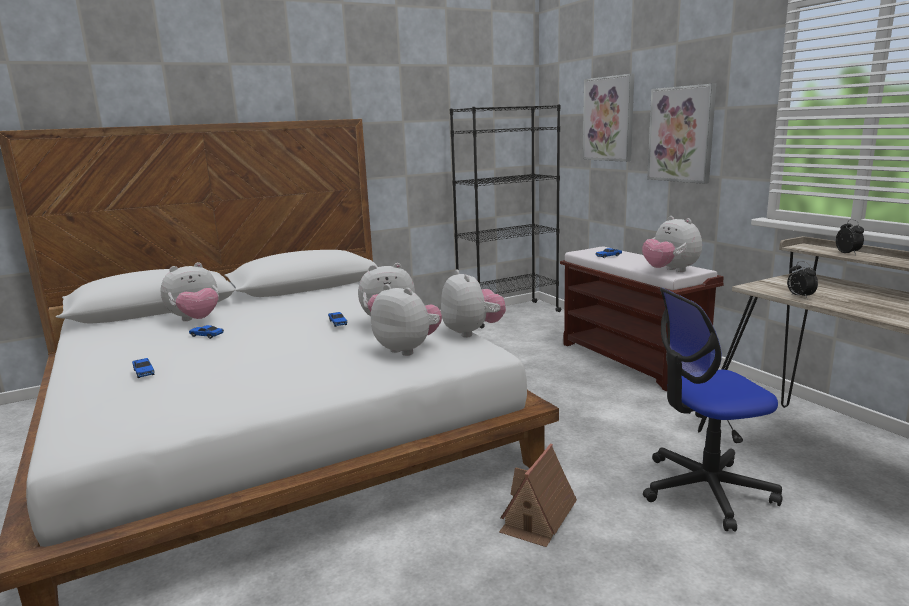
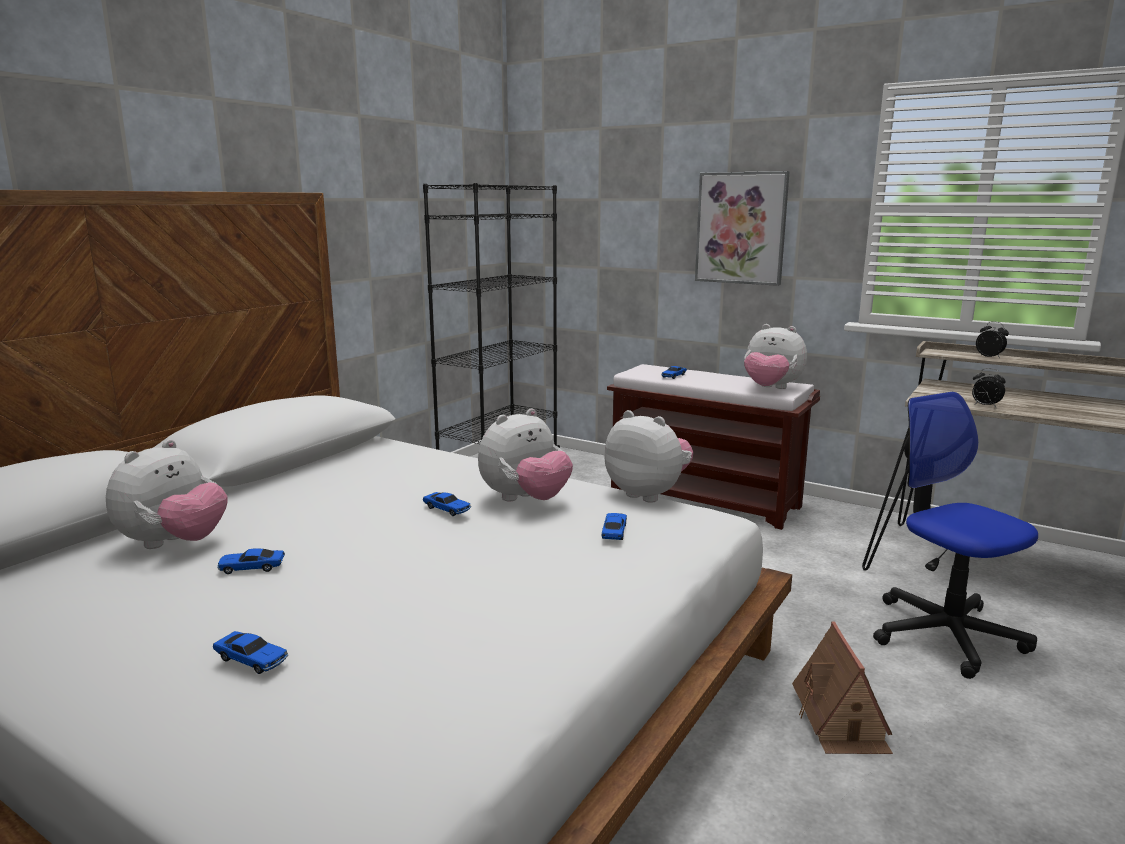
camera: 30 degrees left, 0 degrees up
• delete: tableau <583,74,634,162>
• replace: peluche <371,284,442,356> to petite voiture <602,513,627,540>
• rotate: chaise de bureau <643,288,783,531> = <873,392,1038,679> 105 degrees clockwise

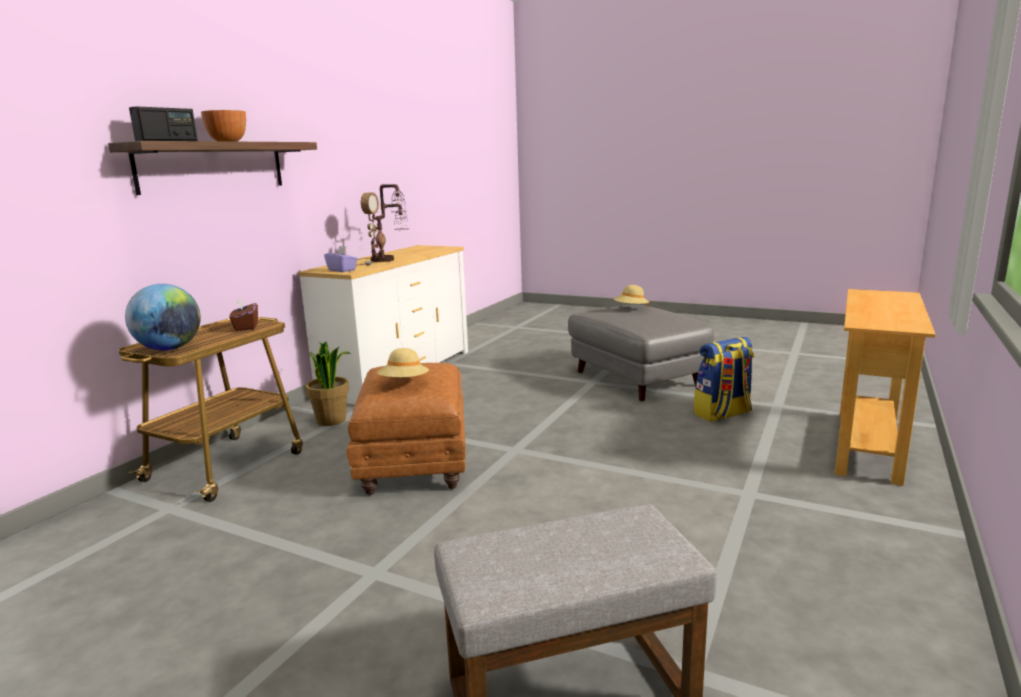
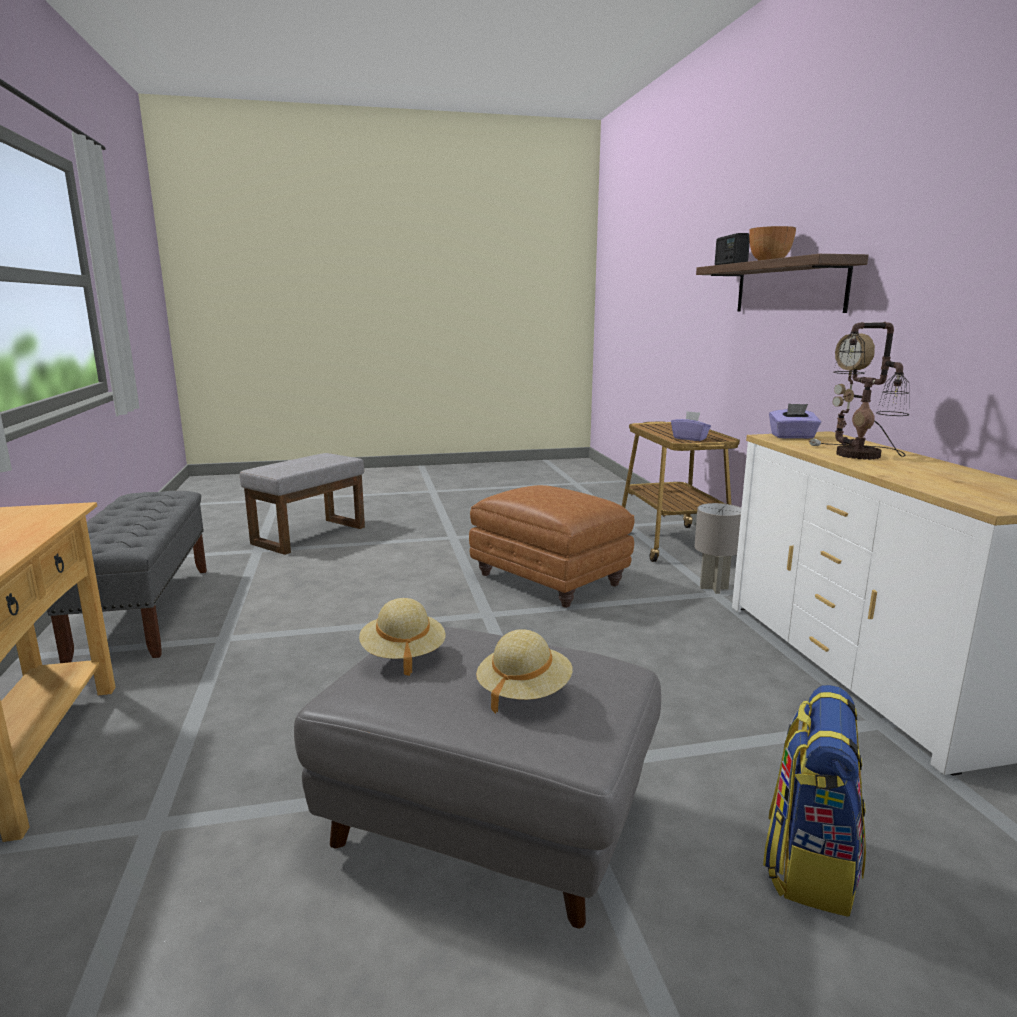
camera: 140 degrees right, 0 degrees up
• delete: globe <125,284,201,351>
• recolor: boîte à mouchoirs/marron <229,298,258,331> to boîte à mouchoirs/violet <671,411,711,441>
• move: sac à dos <694,337,754,422> to <763,685,866,917>
• replace: plante en pot <305,342,351,426> to lampe de table/gris <695,503,741,594>
• move: chapeau/beige <377,348,429,377> to <359,598,445,676>
• insert: banc/gris <47,491,207,663>

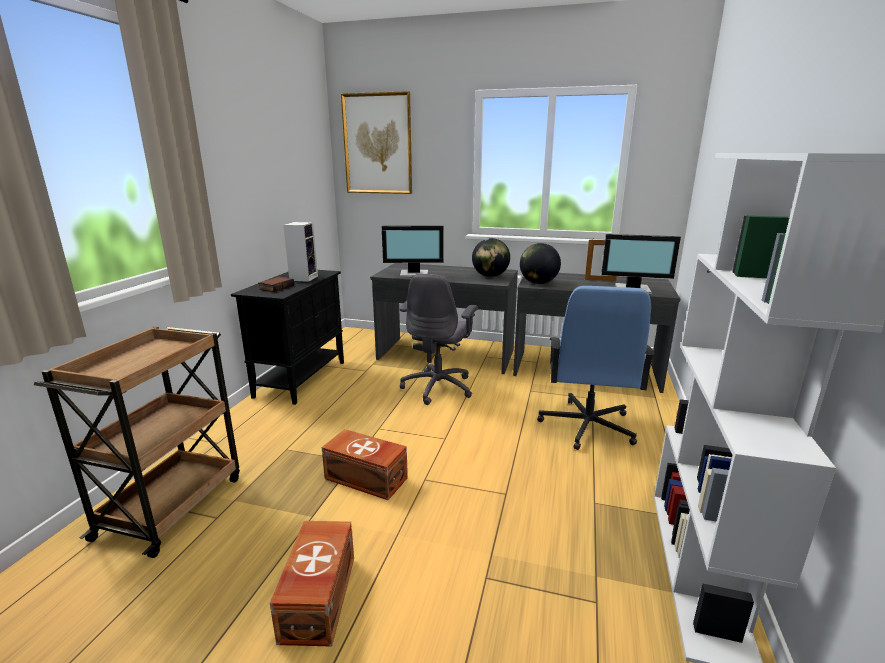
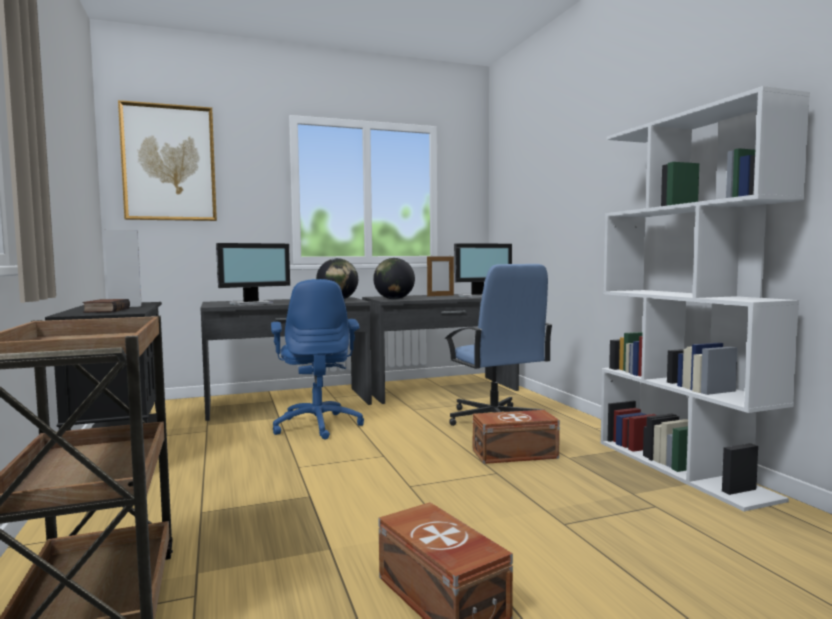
camera: 35 degrees left, 15 degrees down
• recolor: chaise de bureau/gris <400,274,478,405> to chaise de bureau/bleu <271,279,364,439>
• move: boîte de rangement/marron <322,429,408,500> to <473,410,560,464>

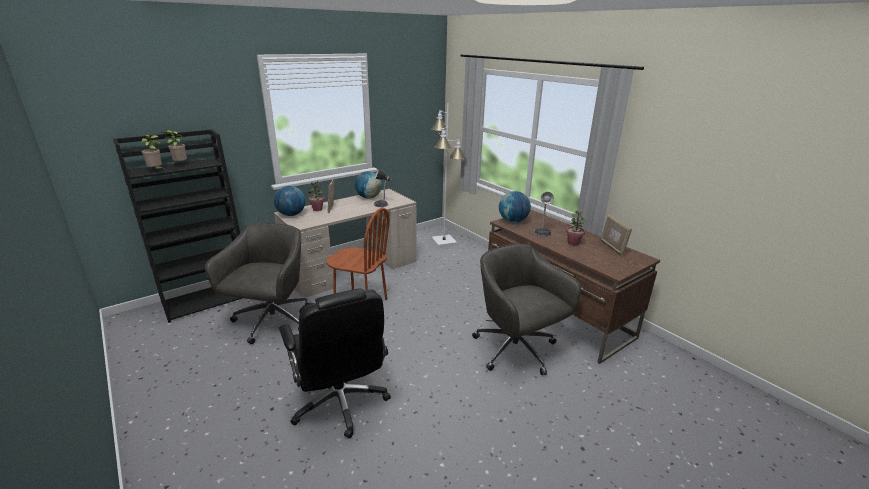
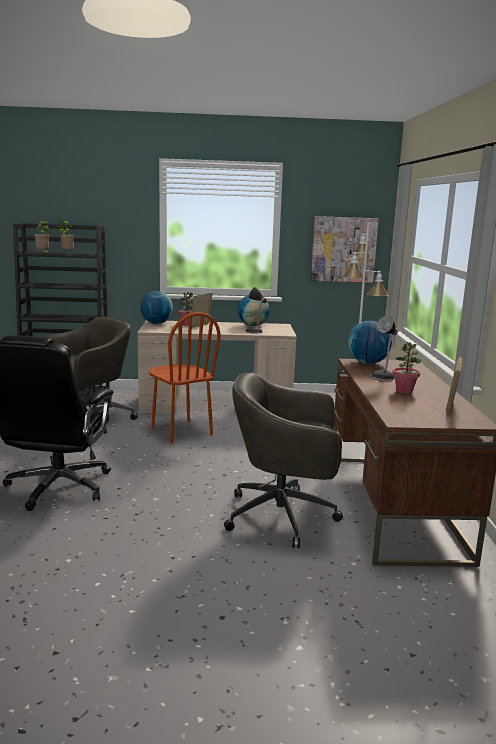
camera: 35 degrees right, 10 degrees down
• rotate: chaise de bureau/gris <472,244,581,375> = <224,373,343,548> 90 degrees counterclockwise
• insert: tableau <311,216,379,283>

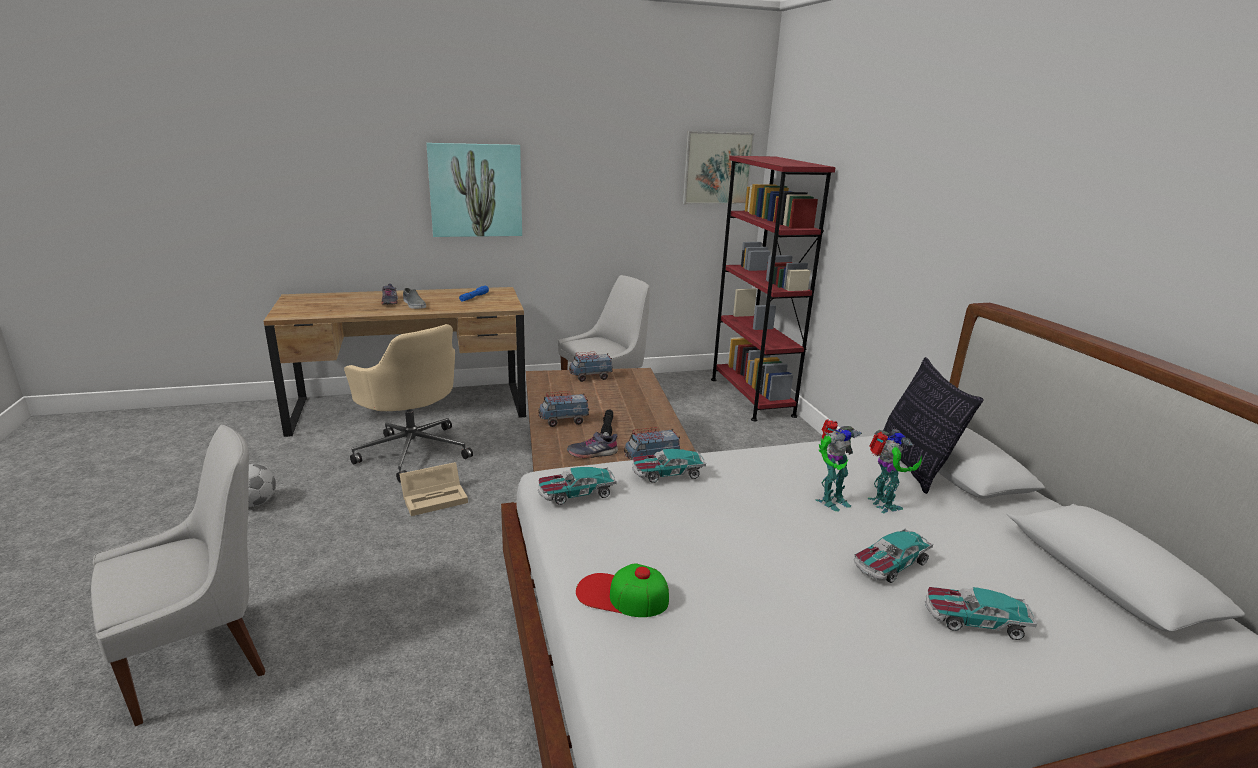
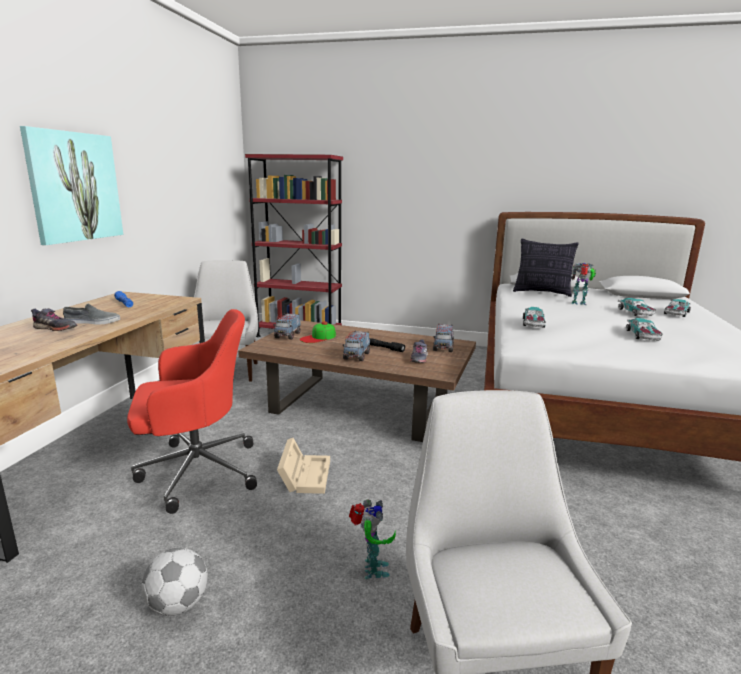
camera: 60 degrees left, 5 degrees down
• delete: tableau <683,131,755,204>
• recolor: chaise de bureau/beige <344,324,473,483> to chaise de bureau/rouge <127,309,257,514>
• move: robot jouet <815,419,862,511> to <349,499,396,579>
• move: petite voiture <538,467,617,505> to <626,318,663,341>
• move: casquette <576,563,669,617> to <300,322,336,343>

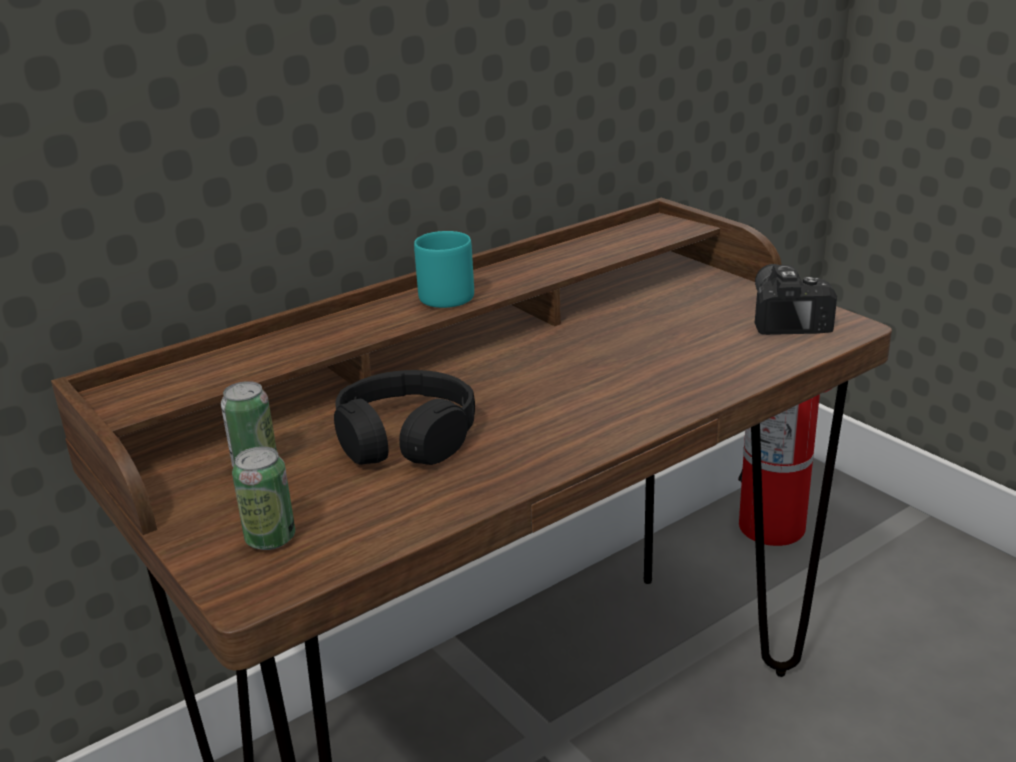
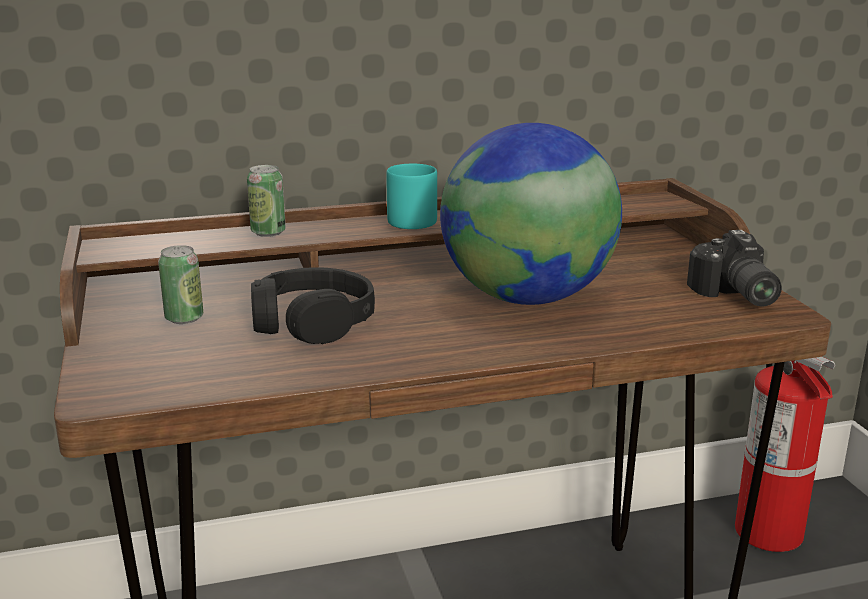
camera: 20 degrees right, 5 degrees down
• rotate: appareil photo <755,264,837,335> = <687,230,782,307> 150 degrees clockwise
• move: boîte métallique <232,446,295,550> to <247,165,286,237>
• insert: globe <440,123,622,305>

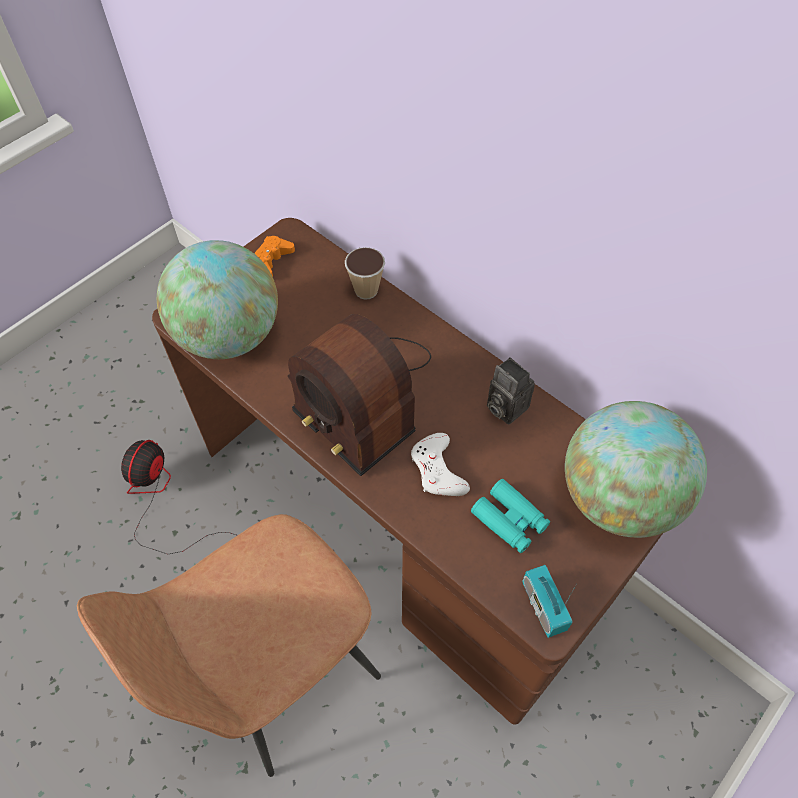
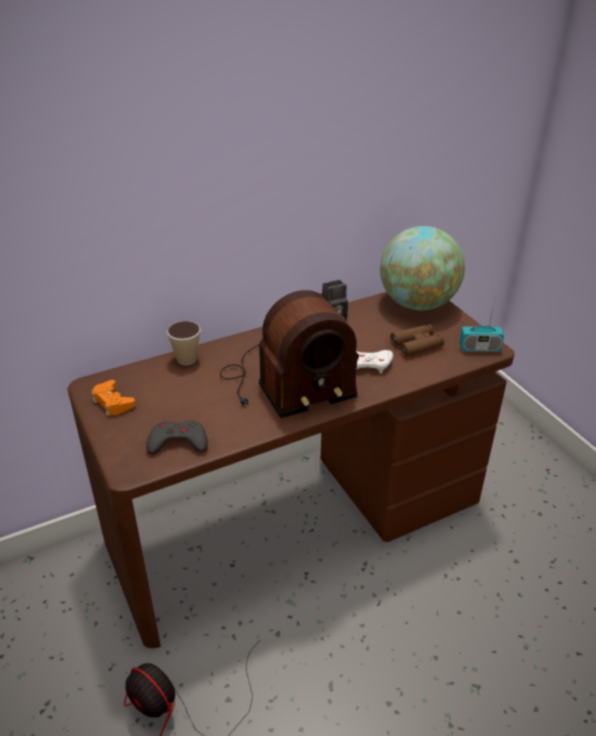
camera: 70 degrees left, 20 degrees down
• replace: globe <157,240,278,359> to manette/gris <146,420,208,455>
• recolor: jumelles/turquoise <471,479,550,553> to jumelles/marron <390,324,444,357>
• delete: chaise/marron <77,514,381,777>

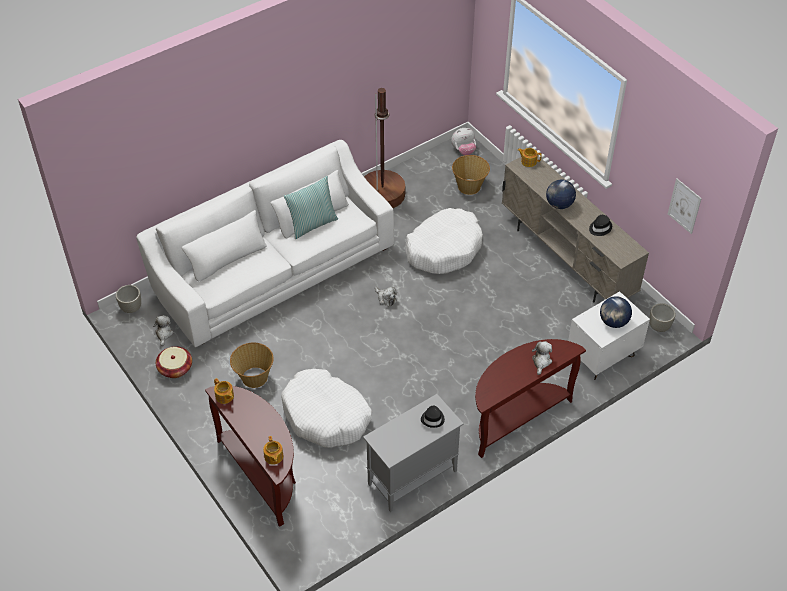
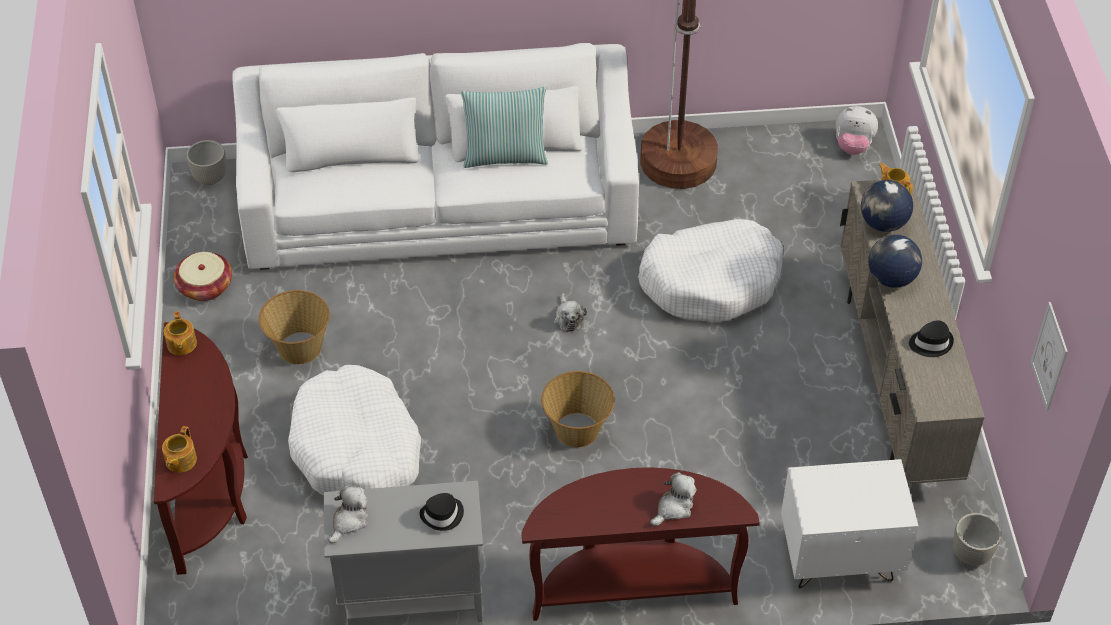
camera: 30 degrees right, 0 degrees up
• move: panier <452,155,490,195> to <541,371,615,448>
• move: globe <600,296,632,328> to <861,180,913,232>
• move: peluche <153,315,174,346> to <328,485,368,543>

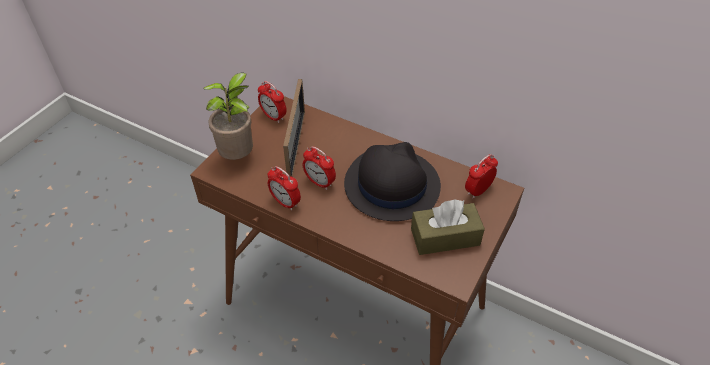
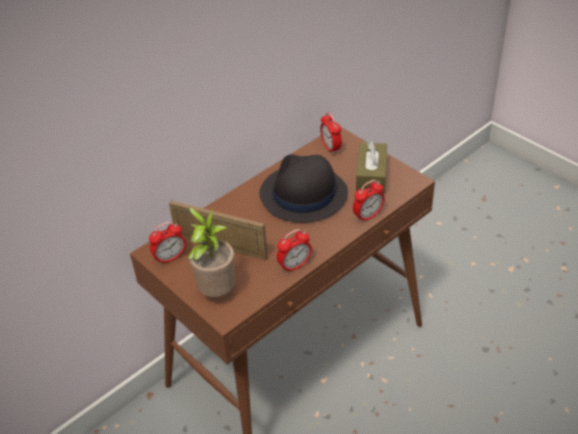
camera: 70 degrees left, 5 degrees down
• move: réveil <303,146,336,190> to <353,180,385,223>

